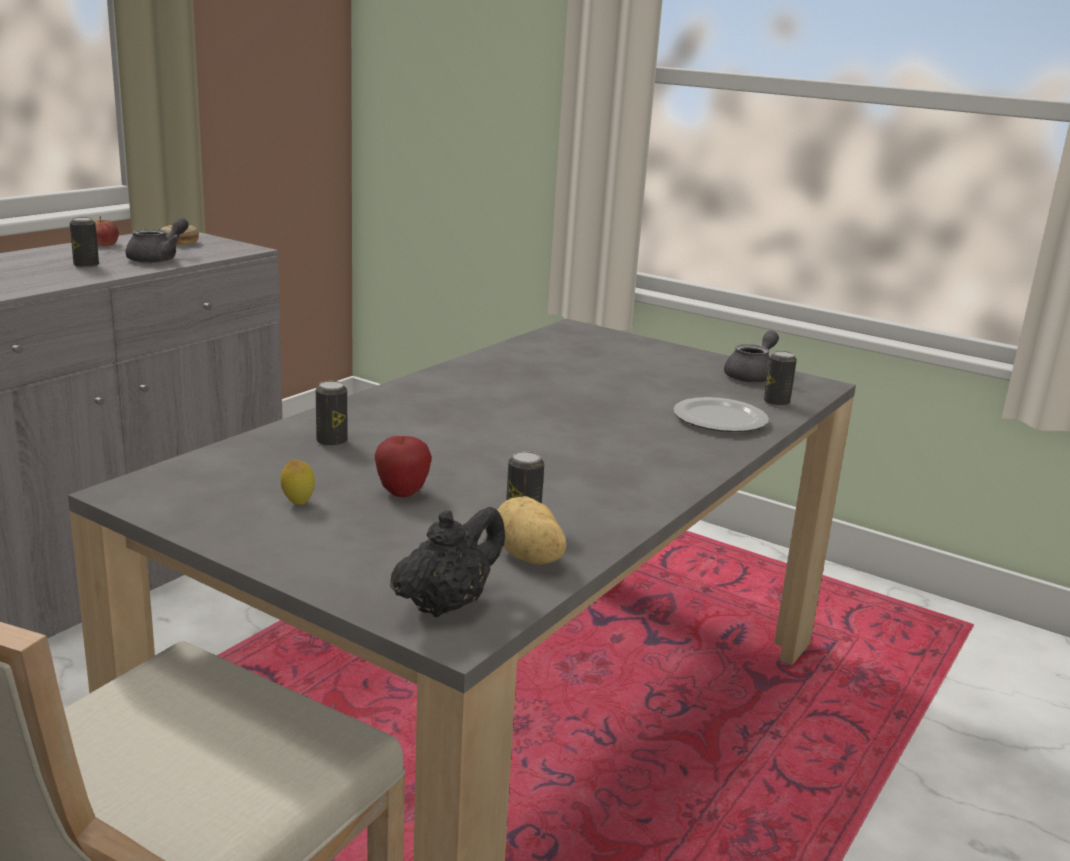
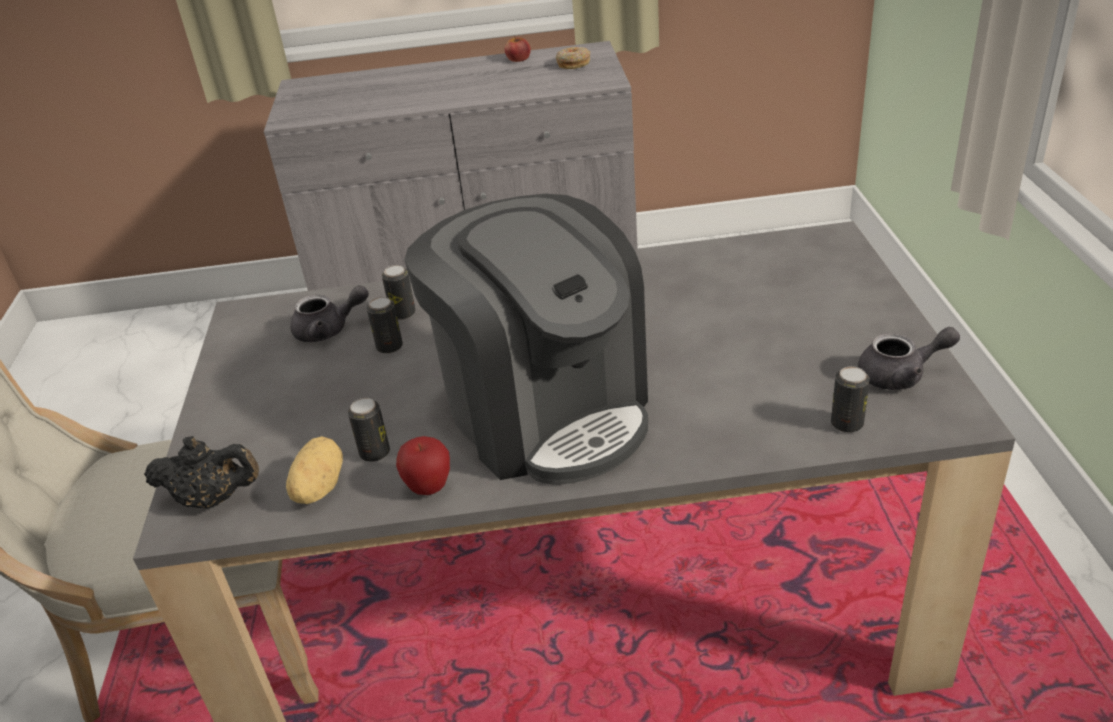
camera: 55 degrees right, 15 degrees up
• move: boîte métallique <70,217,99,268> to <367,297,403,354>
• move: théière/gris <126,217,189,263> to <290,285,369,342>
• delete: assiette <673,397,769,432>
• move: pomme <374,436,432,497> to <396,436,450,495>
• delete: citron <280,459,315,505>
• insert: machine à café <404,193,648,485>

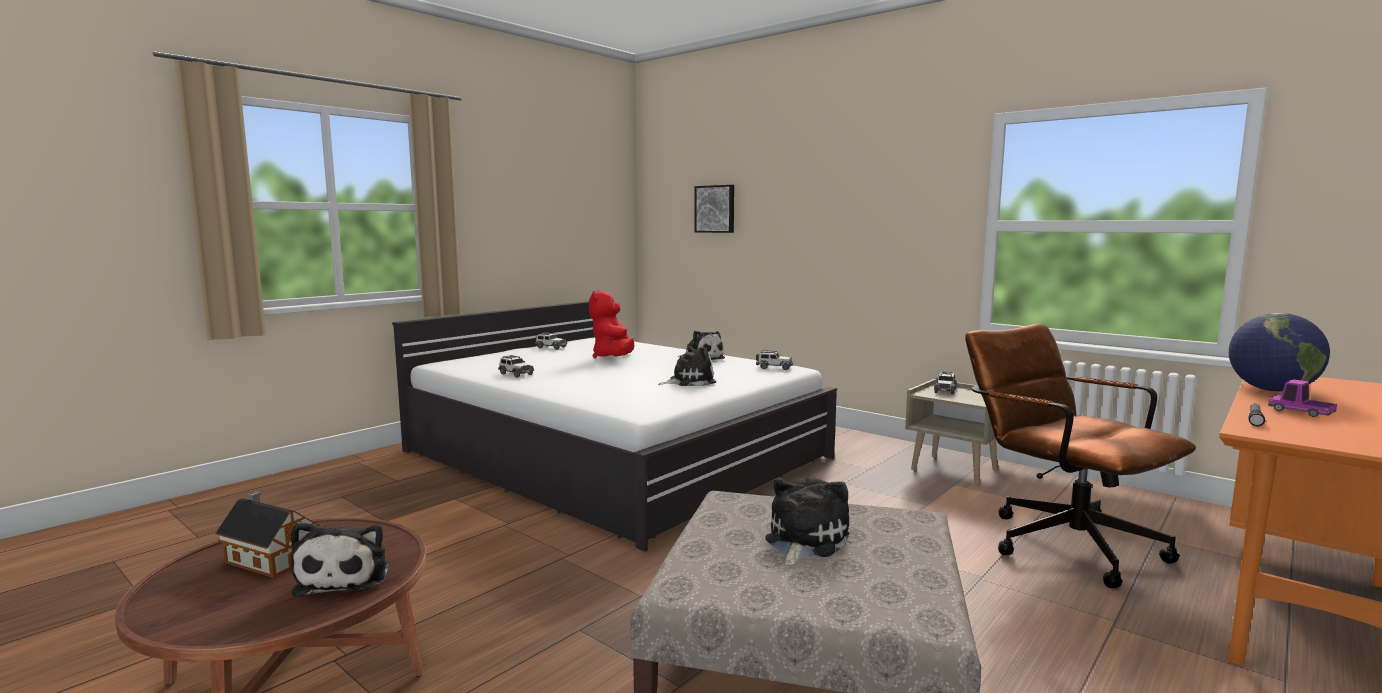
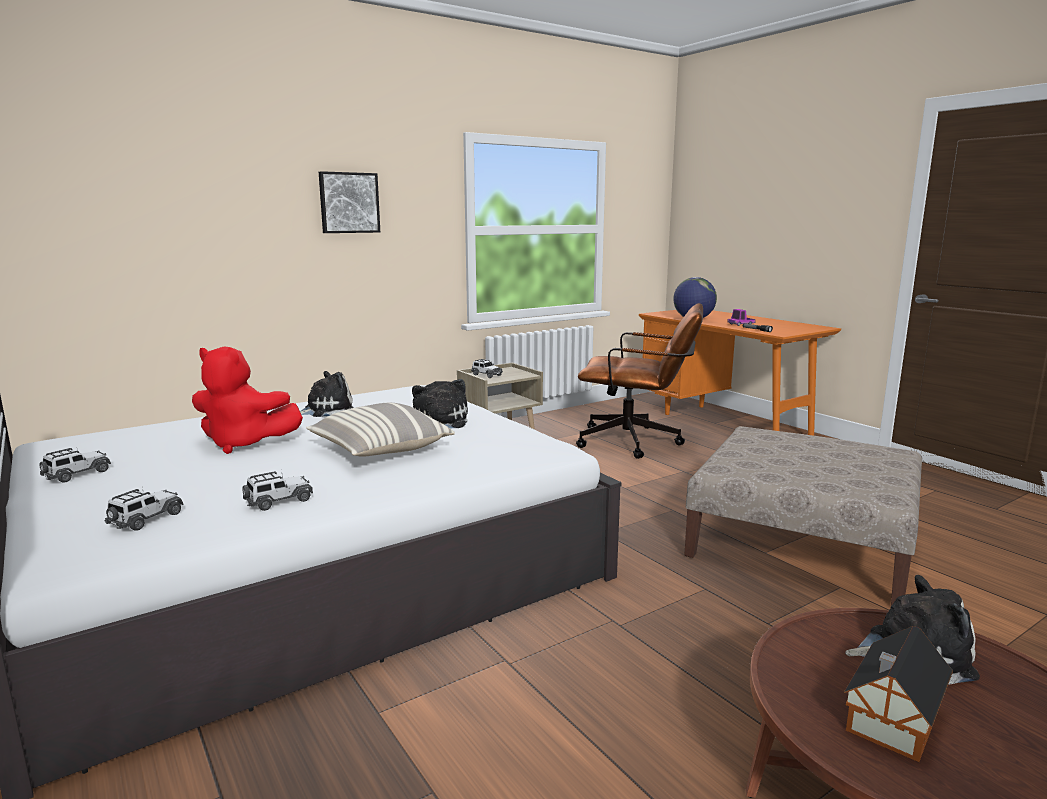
camera: 75 degrees left, 5 degrees up
• move: tableau <695,185,734,233> to <319,171,380,233>
• rotate: chaise de bureau/marron <965,323,1196,588> = <576,303,703,459> 150 degrees counterclockwise
• move: petite voiture <756,350,793,370> to <104,489,184,531>
• delete: peluche <765,477,849,566>
• insert: coussin <306,403,455,457>

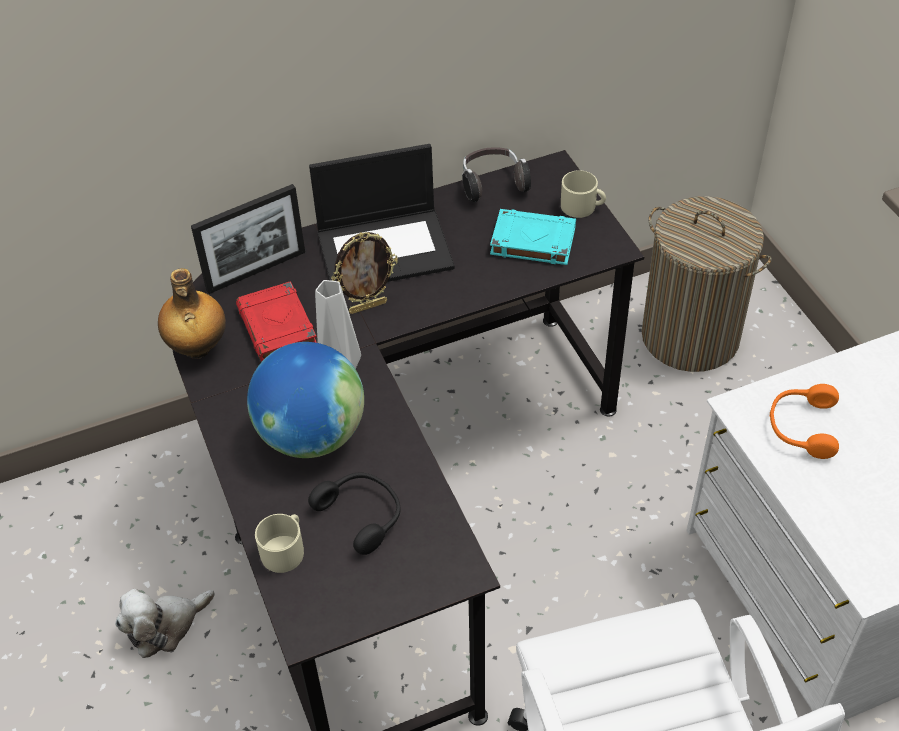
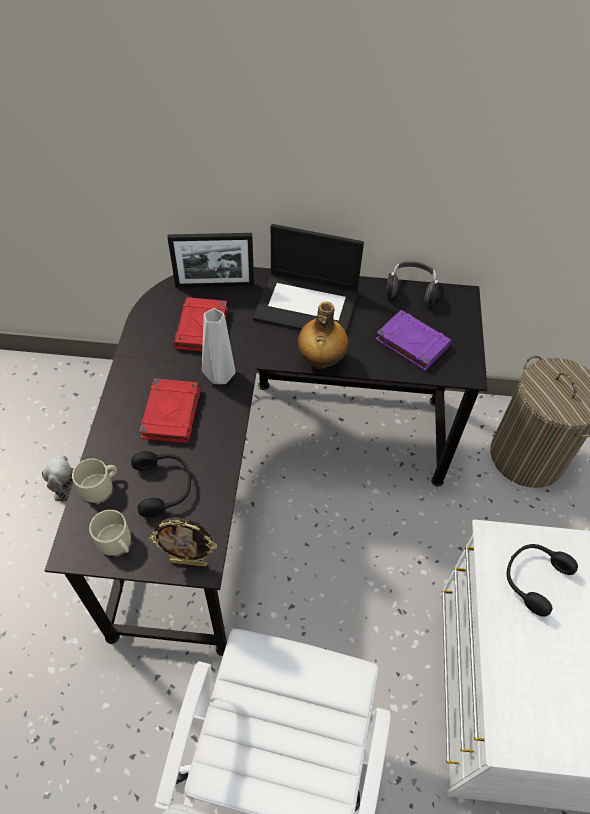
camera: 25 degrees right, 5 degrees up
• move: mug/beige <561,170,606,218> to <89,510,131,556>
• recolor: livre/turquoise <490,209,576,265> to livre/violet <376,310,452,371>
• move: cadre photo <331,232,398,314> to <149,517,217,567>
• move: bouteille <158,268,226,359> to <297,302,348,369>
• replace: globe <247,342,364,458> to livre/rouge <139,378,201,443>
• recolor: casque audio/orange <770,384,839,459> to casque audio/noir <507,544,578,617>

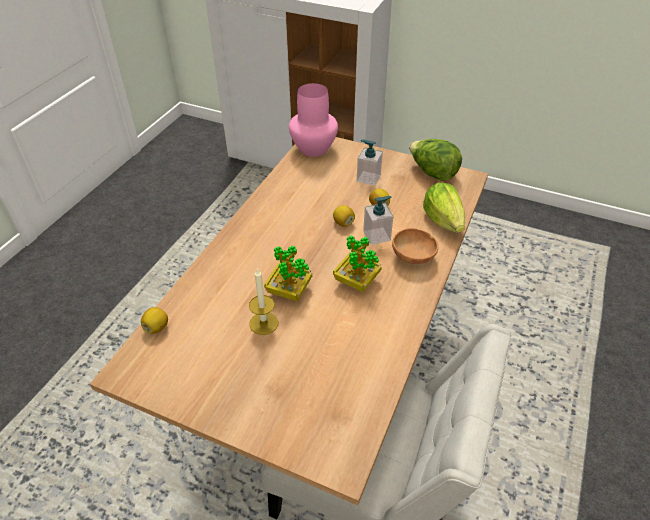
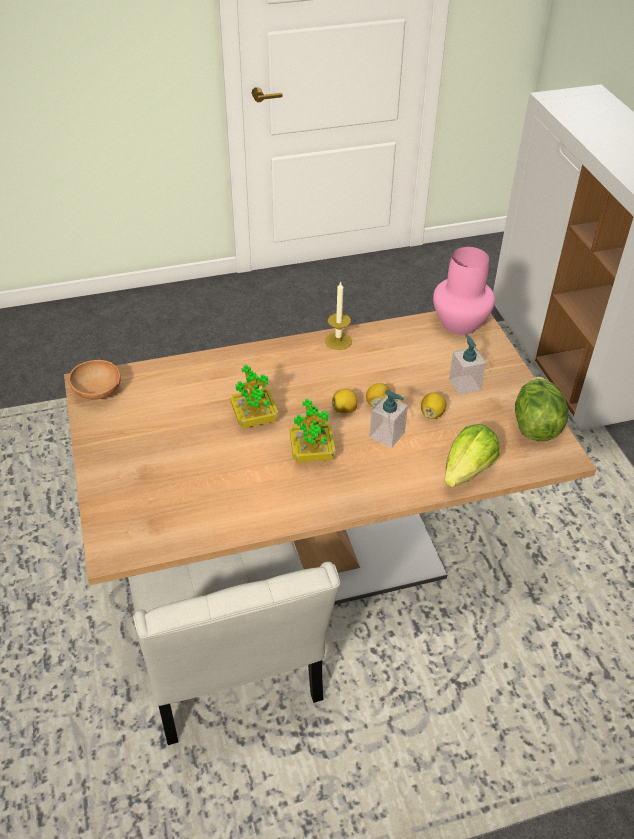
camera: 50 degrees right, 0 degrees up
• move: bol/marron <392,228,438,264> to <69,360,121,400>
• move: bougie <249,268,278,335> to <325,281,352,350>
• move: citron <141,307,168,334> to <332,389,357,413>

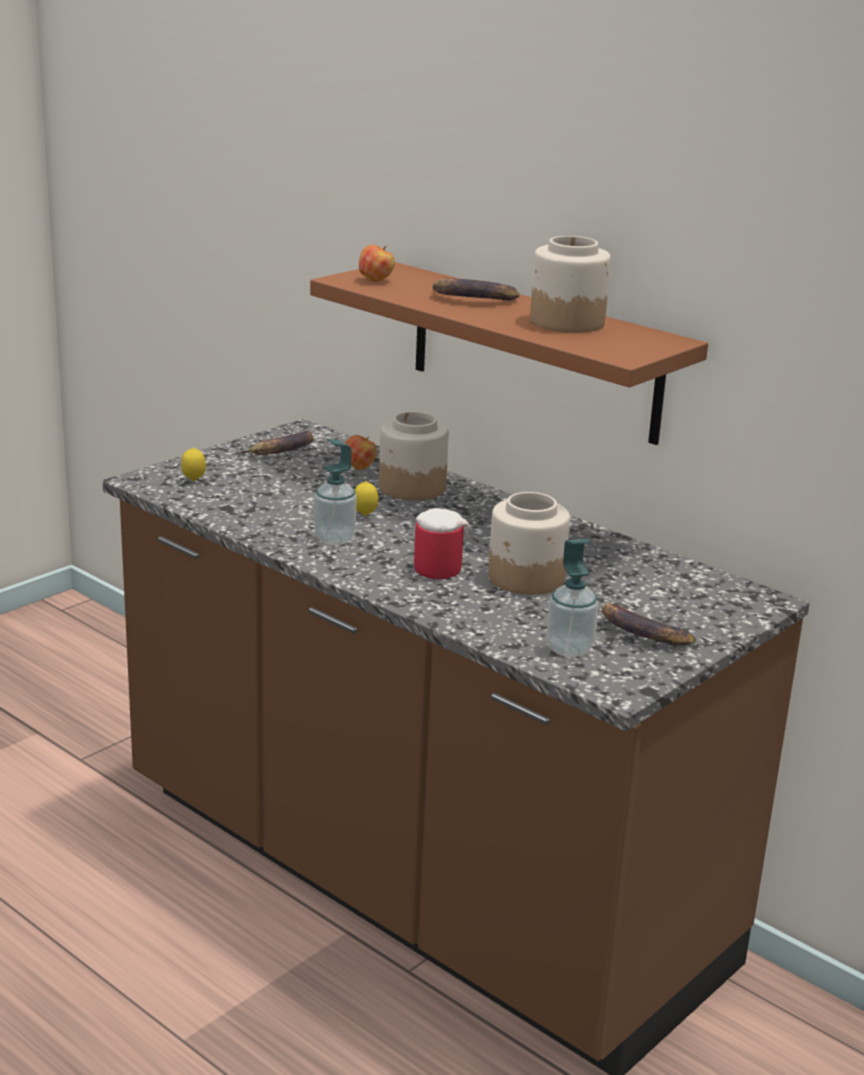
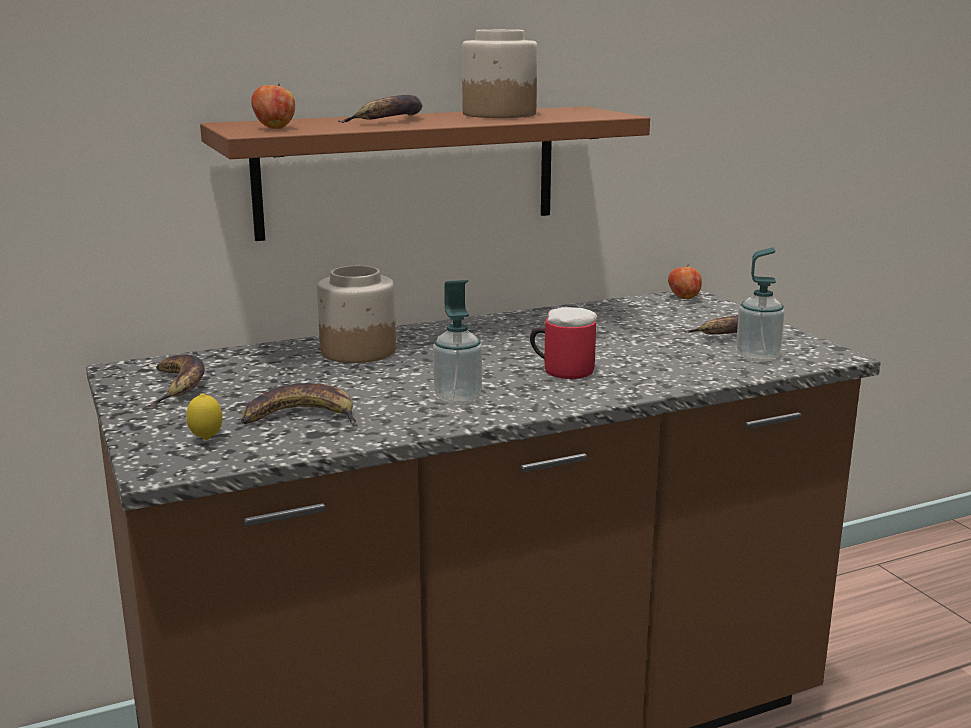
camera: 65 degrees left, 5 degrees down
• move: pomme <345,435,377,470> to <668,264,702,299>
• delete: citron <355,481,378,516>
• delete: bocal <488,492,570,595>
• insert: banane <241,383,358,426>

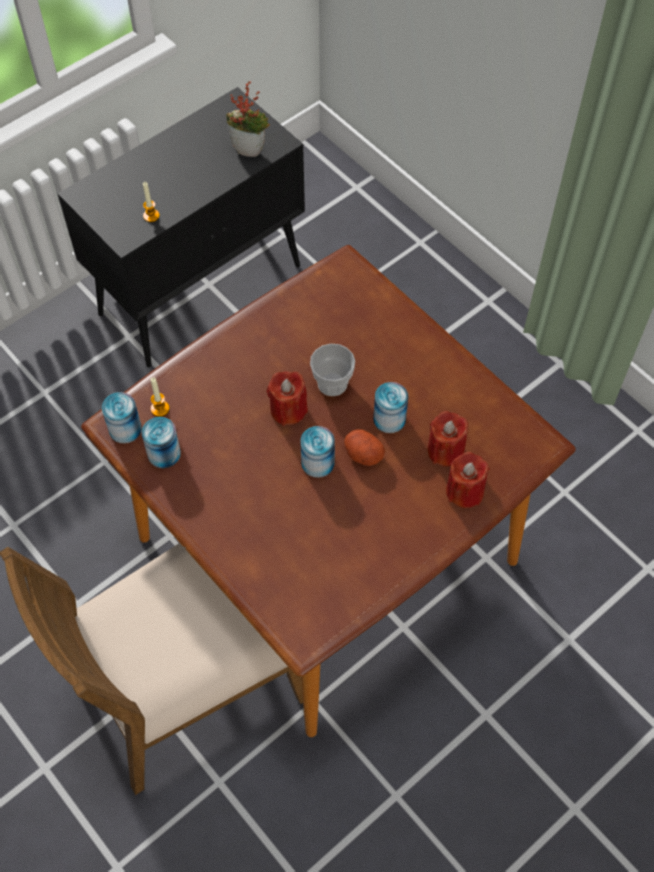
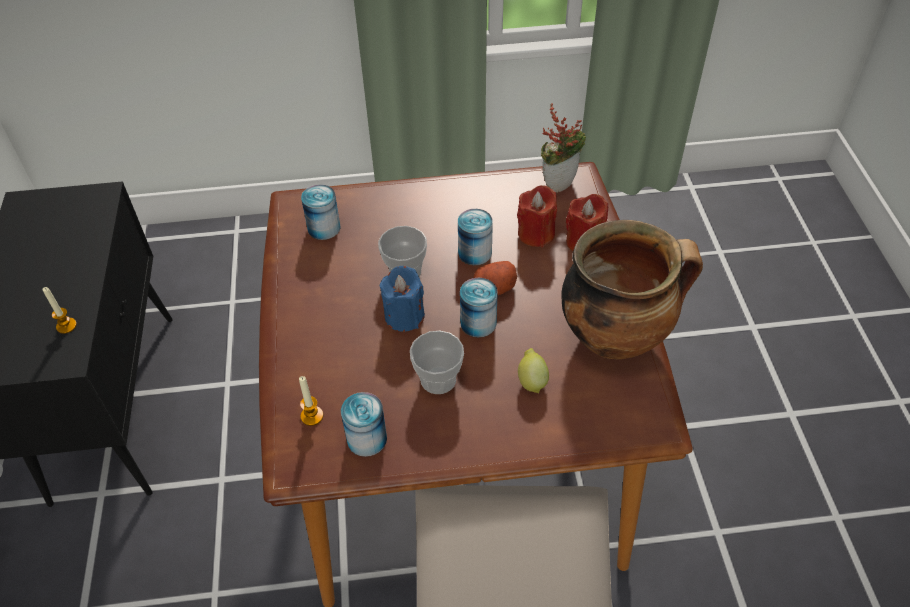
camera: 55 degrees left, 10 degrees down
• move: plante en pot <226,81,270,157> to <541,104,586,193>
• recolor: bougie/rouge <266,371,308,426> to bougie/bleu <380,266,425,332>
• move: boîte métallique <102,392,142,443> to <301,184,340,240>
• insert: marmite <561,220,703,359>
• insert: tasse <410,331,464,394>
• insert: citron <518,348,549,393>

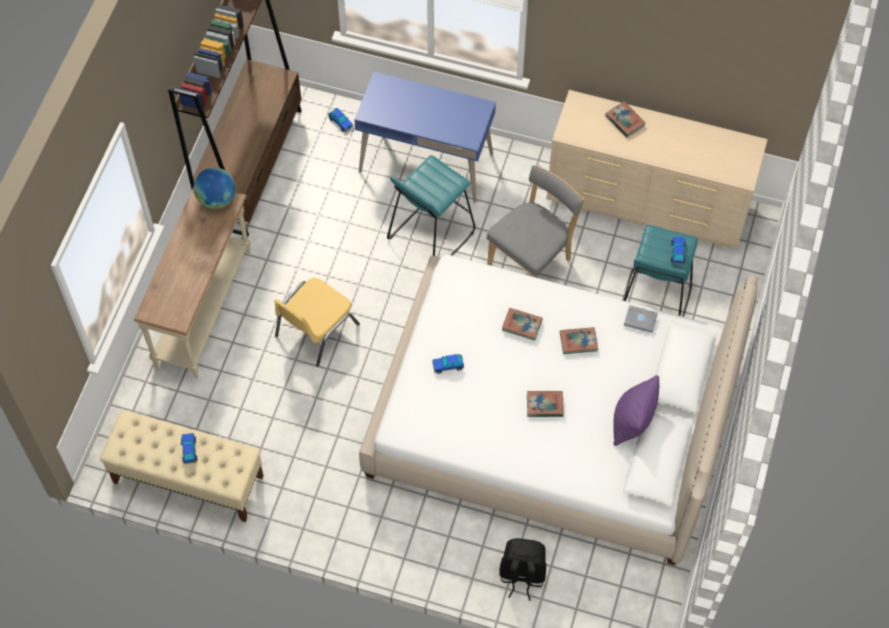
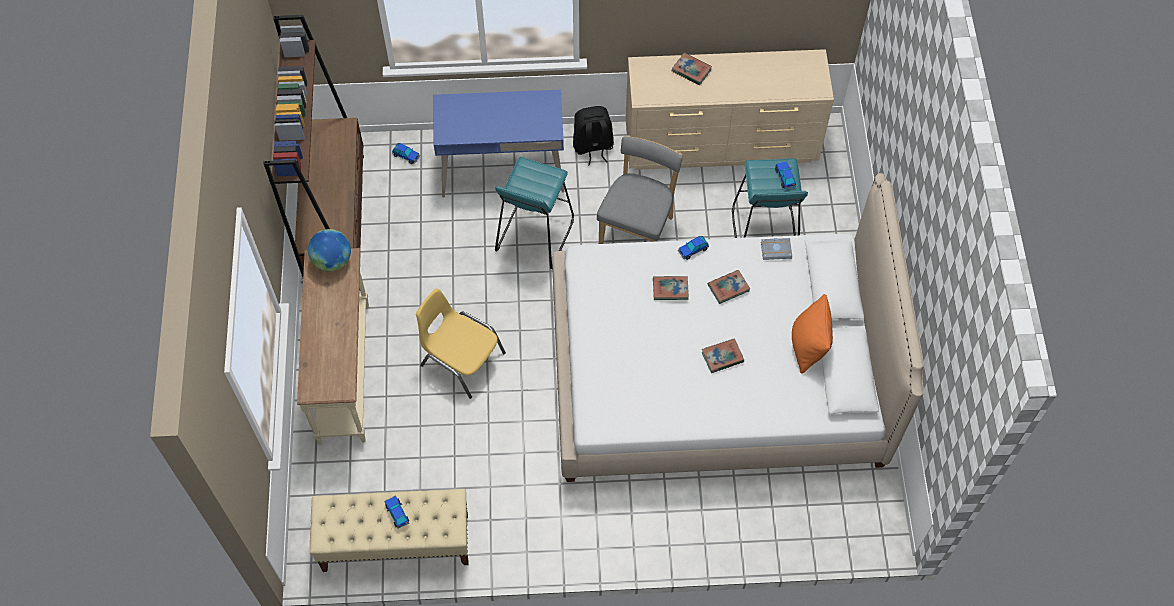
camera: 20 degrees left, 0 degrees up
• rotate: chaise/jaune <274,278,360,367> = <416,288,506,399> 105 degrees clockwise
• move: petite voiture <432,354,464,374> to <678,236,709,260>
• recolor: coussin/violet <613,375,659,446> to coussin/orange <792,294,833,374>
• move: sac à dos/noir <499,538,546,601> to <573,106,614,166>

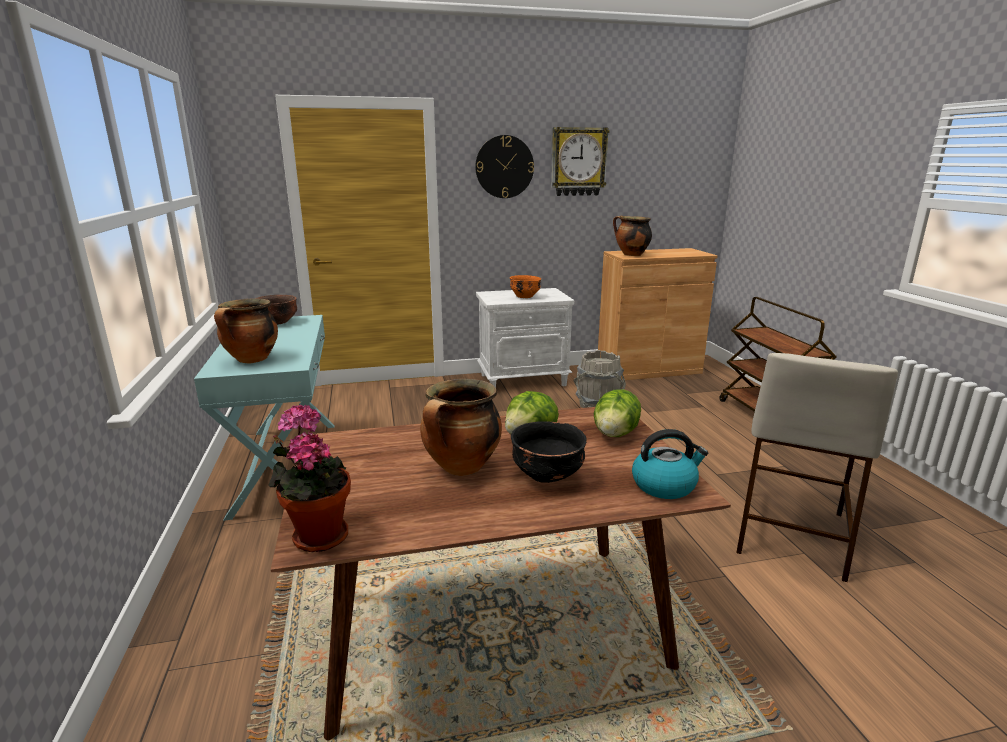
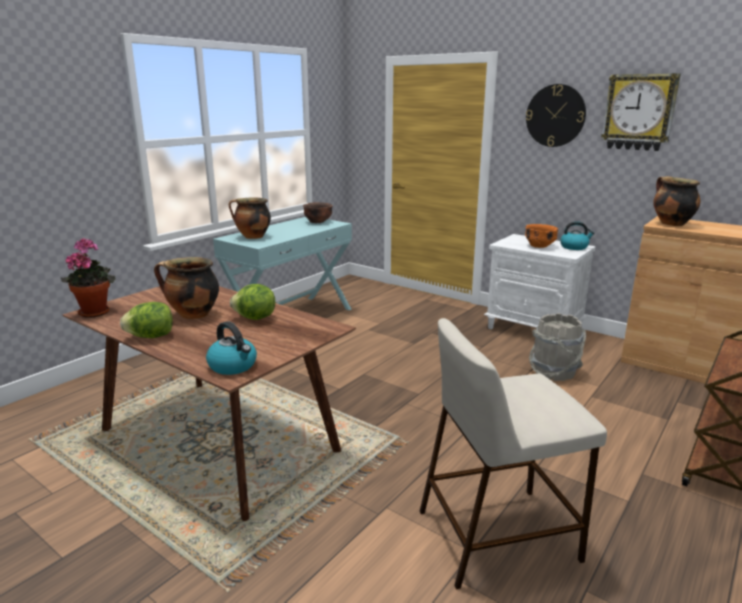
camera: 50 degrees right, 0 degrees up
• move: laitue <594,389,641,437> to <120,302,173,338>
• delete: bol/noir <511,421,587,483>
• insert: bouilloire <560,221,595,250>

